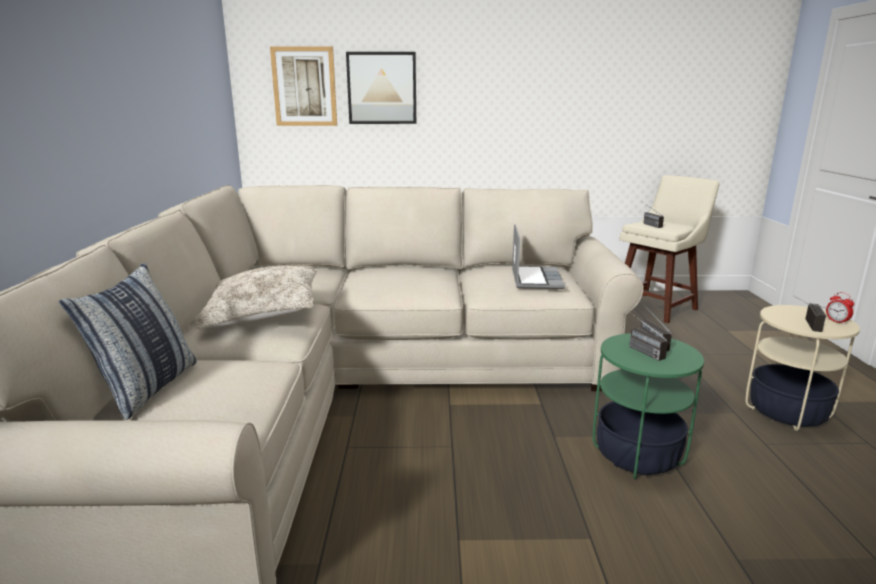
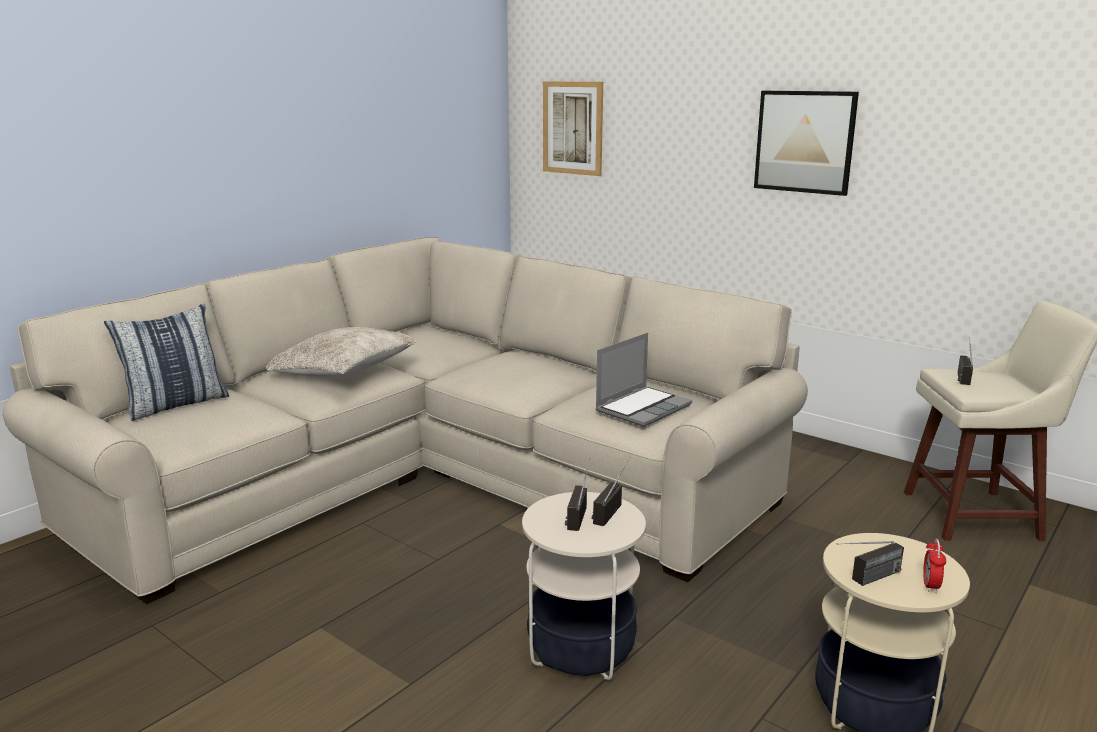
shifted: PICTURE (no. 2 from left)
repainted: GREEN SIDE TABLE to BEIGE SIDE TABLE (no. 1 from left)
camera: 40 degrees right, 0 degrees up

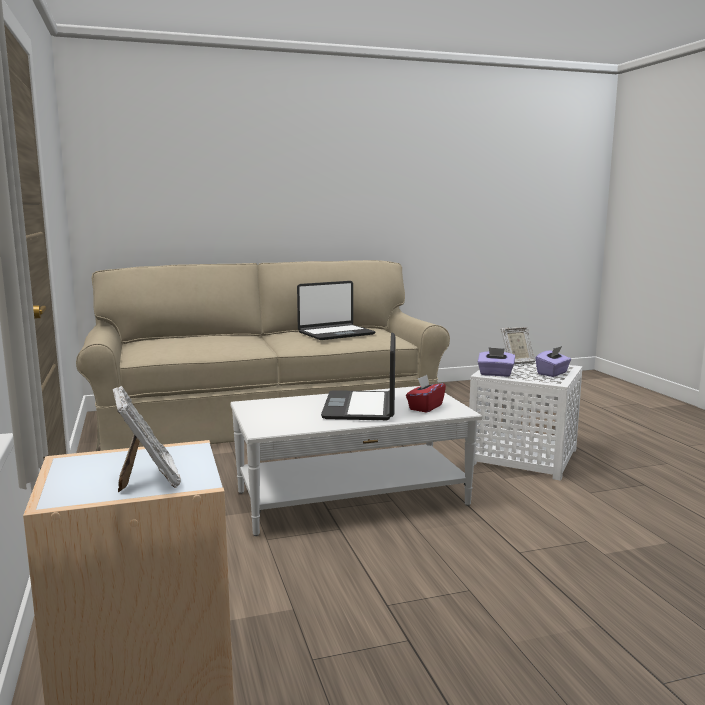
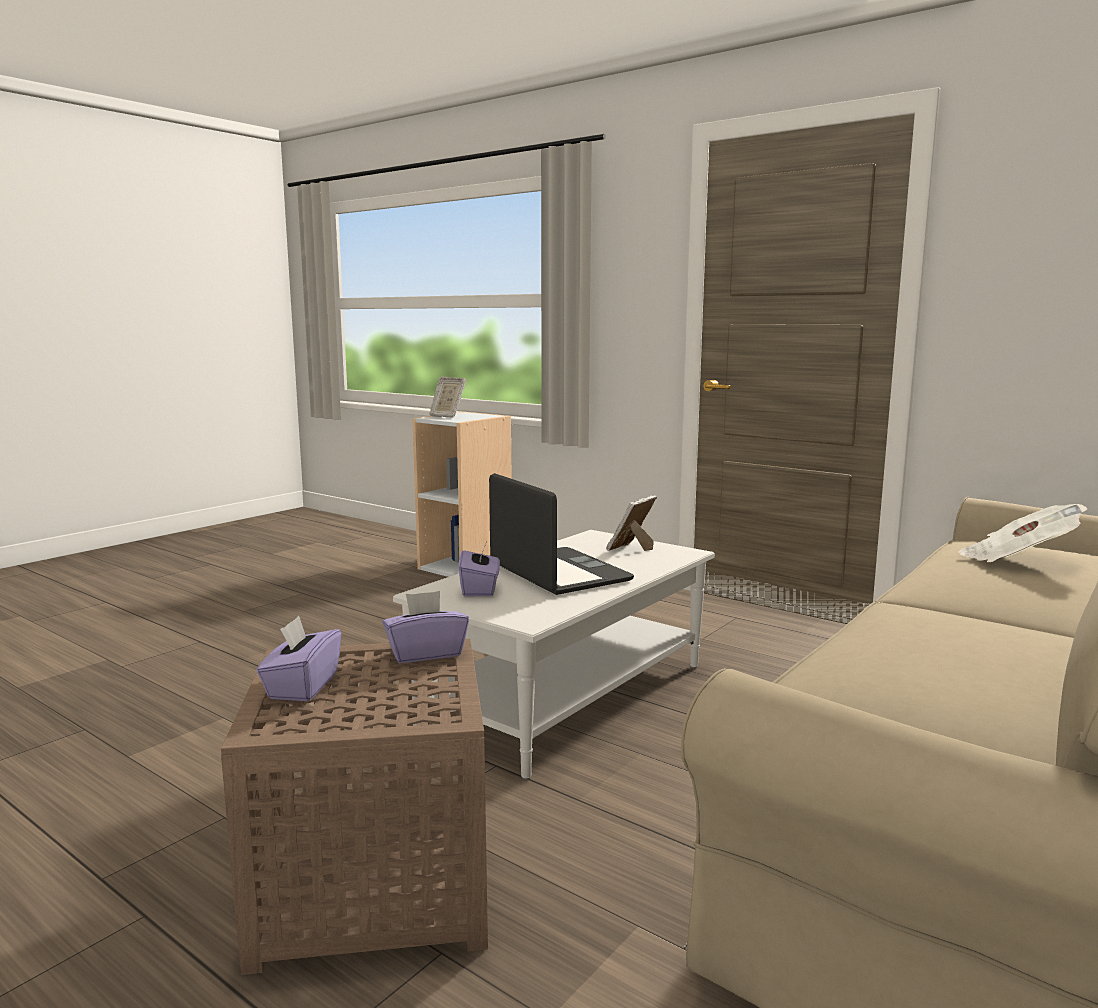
gone: LAPTOP (no. 1 from left)
new: NEWSPAPER
shifted: PICTURE FRAME (no. 2 from left)
repainted: RED TISSUE BOX to PURPLE TISSUE BOX (no. 3 from left); WHITE SIDE TABLE to BROWN SIDE TABLE
camera: 145 degrees right, 0 degrees up

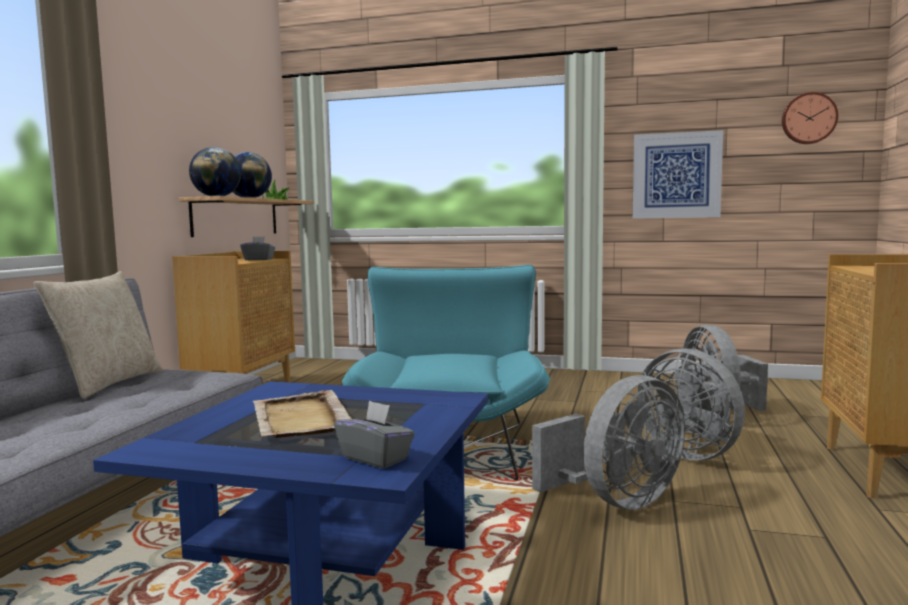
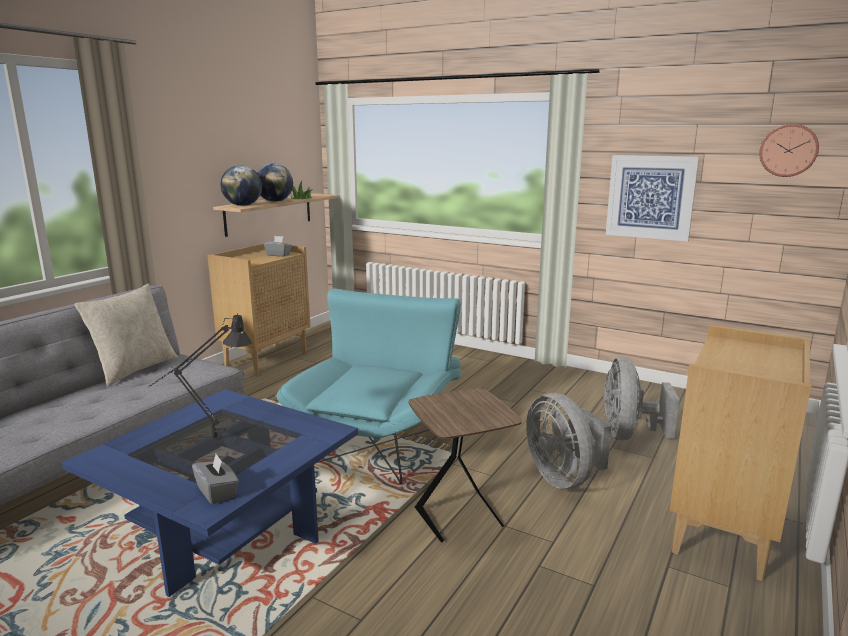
swapped: BEIGE TRAY to BLACK TABLE LAMP; GREY FAN (no. 1 from left) to BROWN SIDE TABLE
camera: 15 degrees right, 10 degrees up

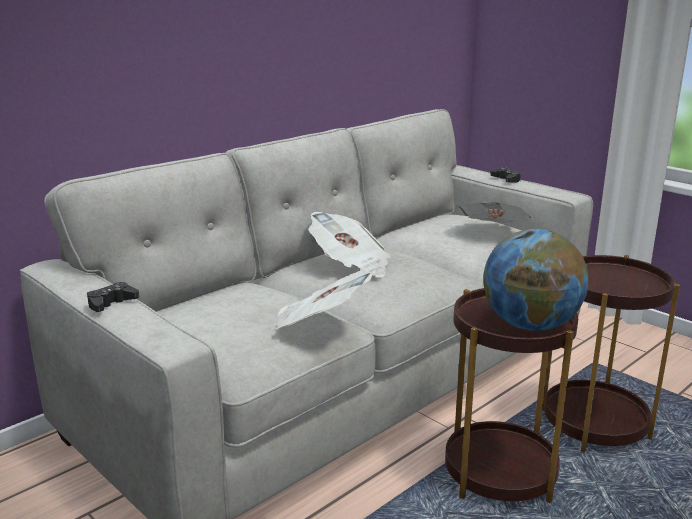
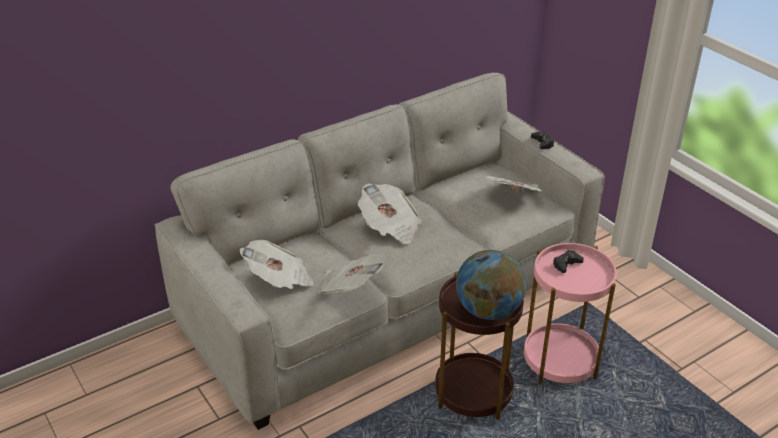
new: NEWSPAPER (no. 1 from left)
shifted: BLACK GAME CONTROLLER (no. 1 from left in the first image) to BLACK GAME CONTROLLER (no. 2 from left)
repainted: BROWN SIDE TABLE (no. 2 from left) to PINK SIDE TABLE
camera: 10 degrees right, 15 degrees up

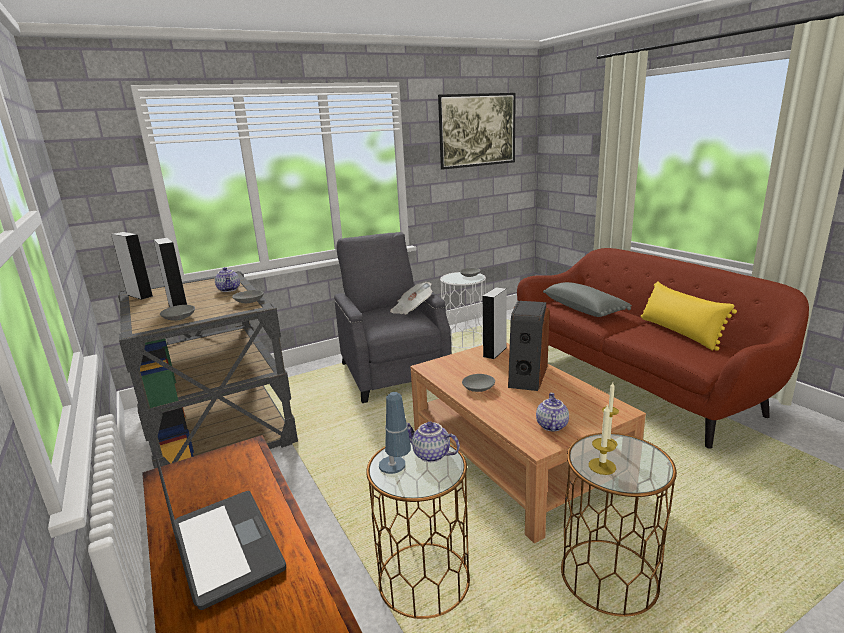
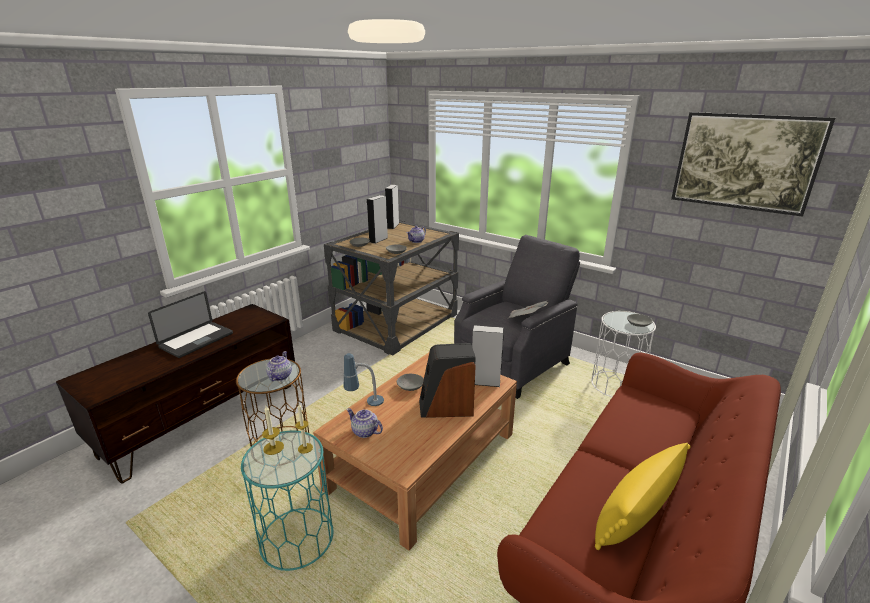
gone: GREY PILLOW
shifted: TABLE LAMP
repainted: BROWN SIDE TABLE (no. 2 from left) to TURQUOISE SIDE TABLE
rotated: TEAPOT (no. 3 from left in the first image) 135 degrees counterclockwise
camera: 65 degrees right, 5 degrees up

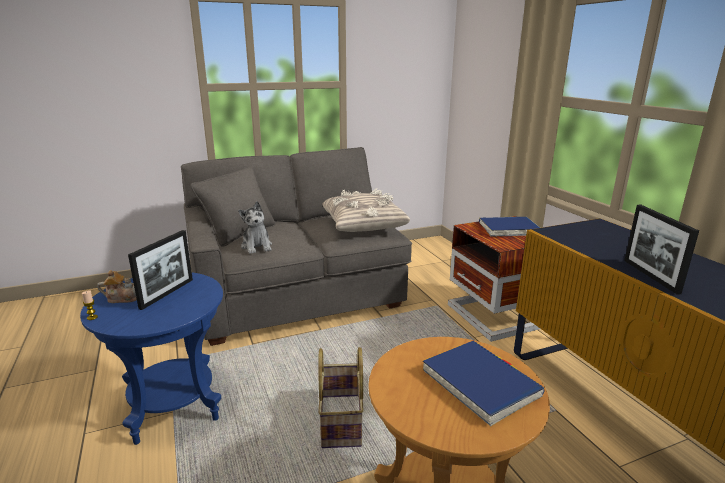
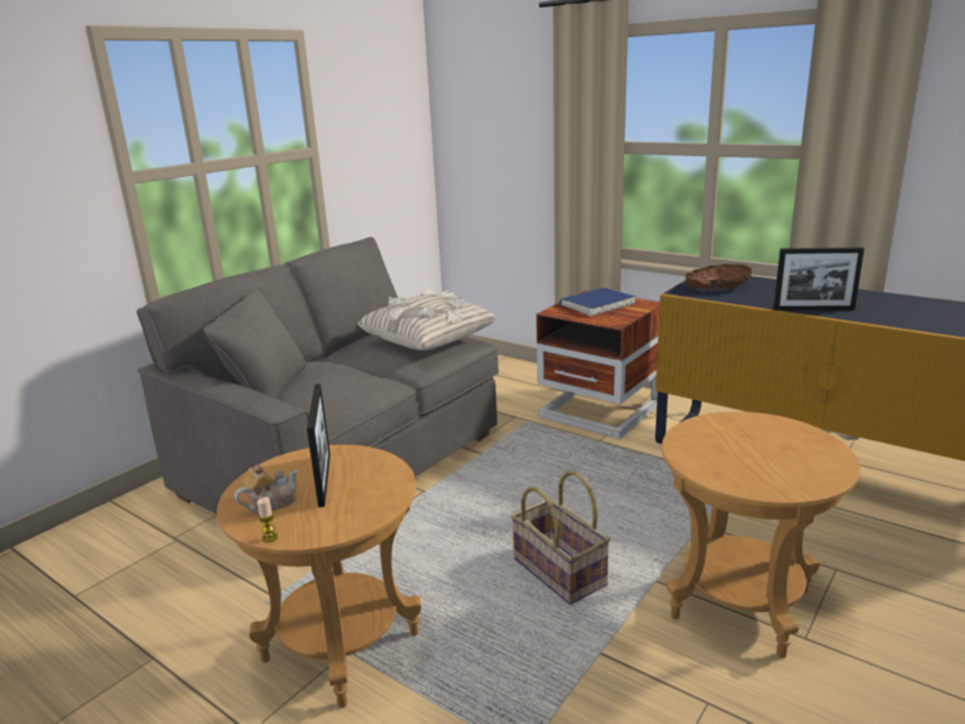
gone: PLUSH TOY; BLUE BOOK (no. 1 from left)
new: BROWN BOWL
repainted: BLUE SIDE TABLE to BROWN SIDE TABLE (no. 1 from left)
rotated: PICTURE FRAME (no. 2 from left) 45 degrees counterclockwise
camera: 30 degrees left, 0 degrees up

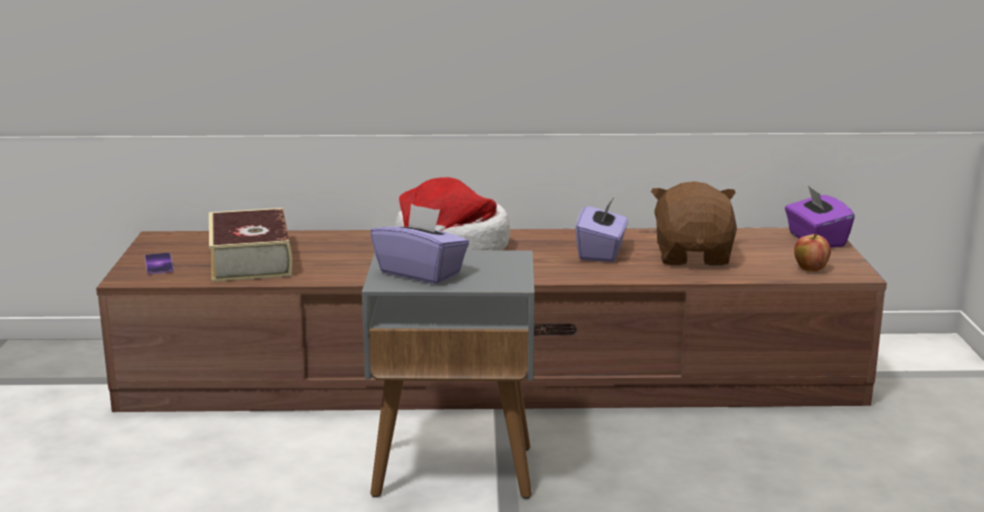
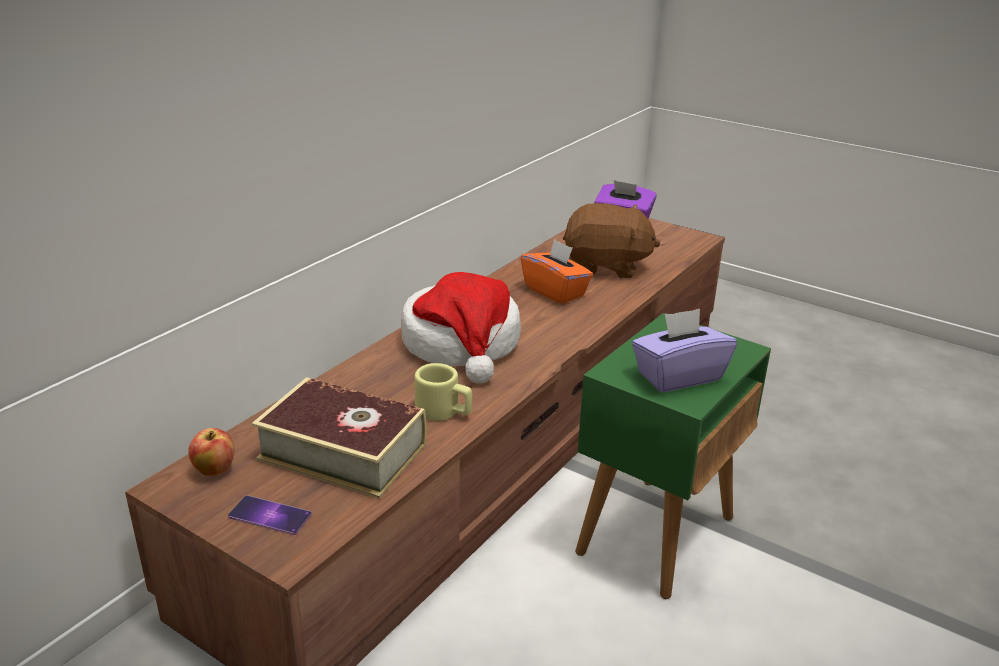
new: BEIGE MUG
shifted: APPLE
repainted: GREY SIDE TABLE to GREEN SIDE TABLE; PURPLE TISSUE BOX (no. 2 from left) to ORANGE TISSUE BOX
rotated: BROWN PLUSH TOY 150 degrees clockwise
camera: 55 degrees left, 10 degrees up

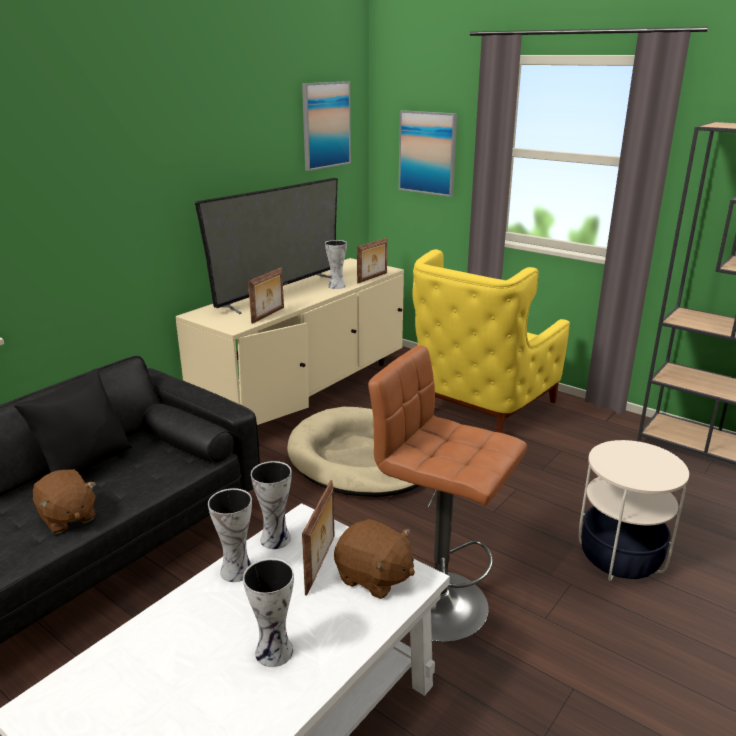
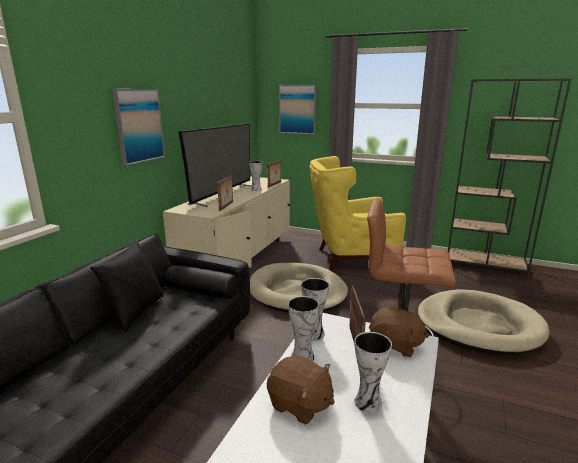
shifted: BROWN PLUSH TOY (no. 1 from left); PICTURE (no. 1 from left)
swapped: BEIGE SIDE TABLE to BEIGE DOG BED (no. 2 from left)
rotated: YELLOW ARMCHAIR 60 degrees clockwise
camera: 15 degrees left, 5 degrees down

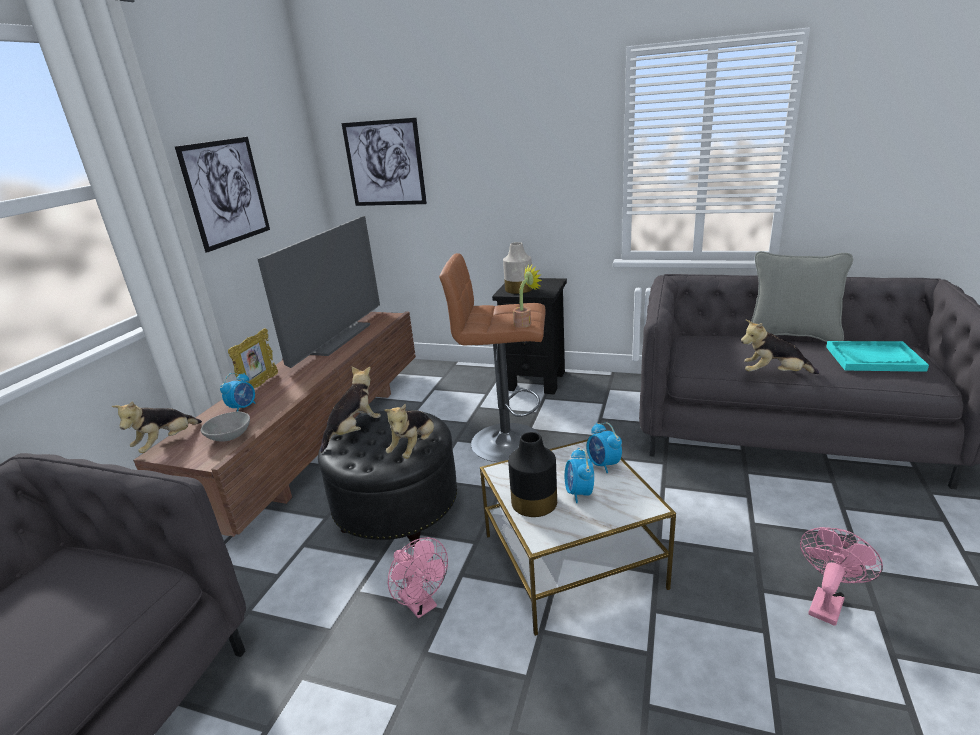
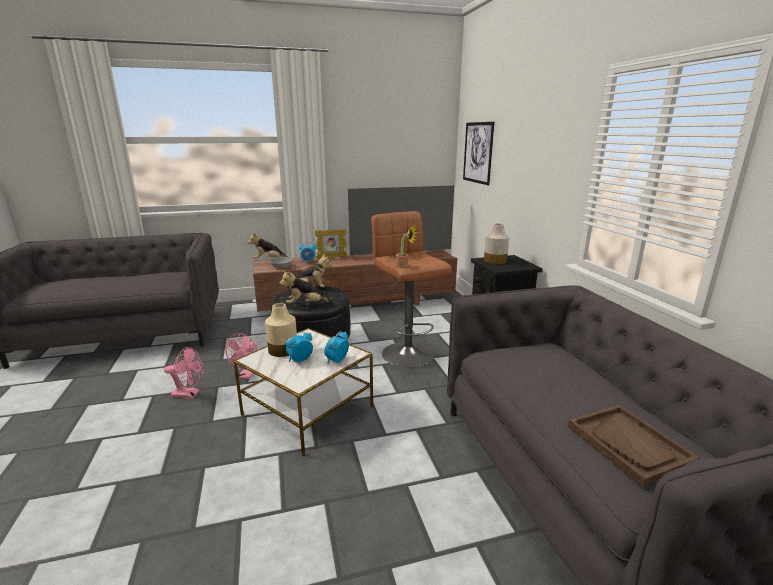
gone: PICTURE (no. 1 from left); PLUSH TOY (no. 4 from left); GREY PILLOW
shifted: PINK FAN (no. 2 from left in the first image) to PINK FAN (no. 1 from left)
repainted: BLACK VASE to BEIGE VASE (no. 1 from left); TURQUOISE TRAY to BROWN TRAY
camera: 55 degrees right, 5 degrees down

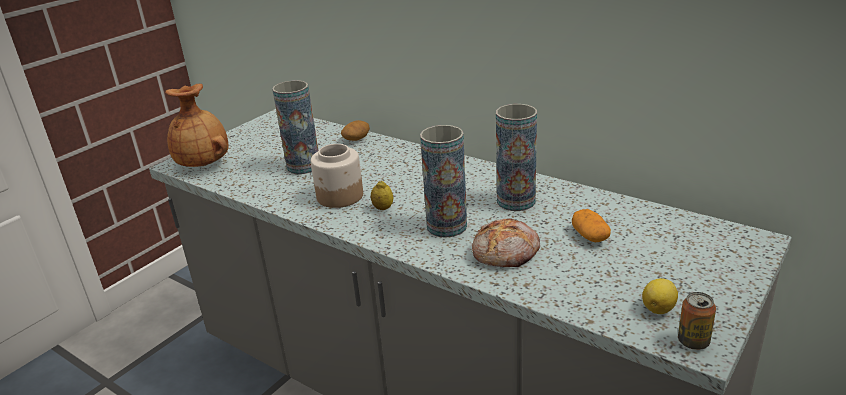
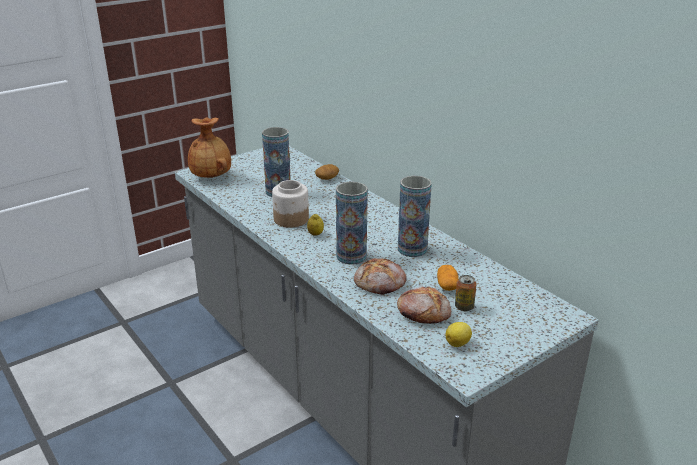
new: BREAD (no. 2 from left)
shifted: CAN
camera: 15 degrees right, 0 degrees up

